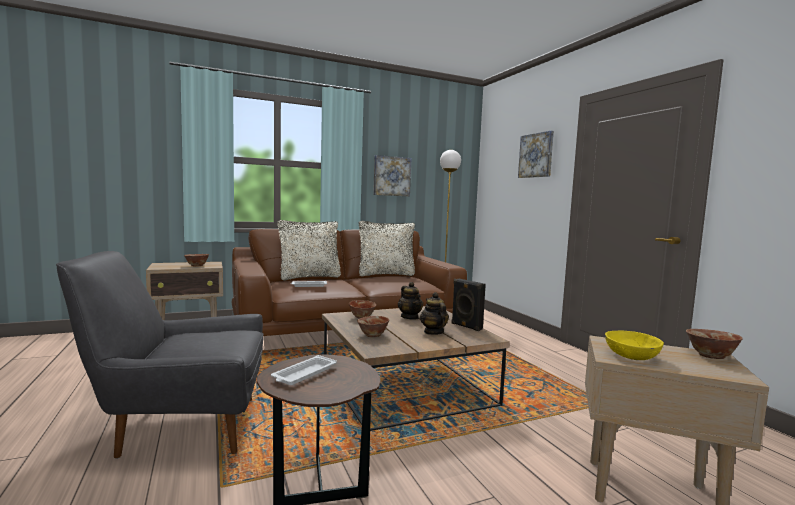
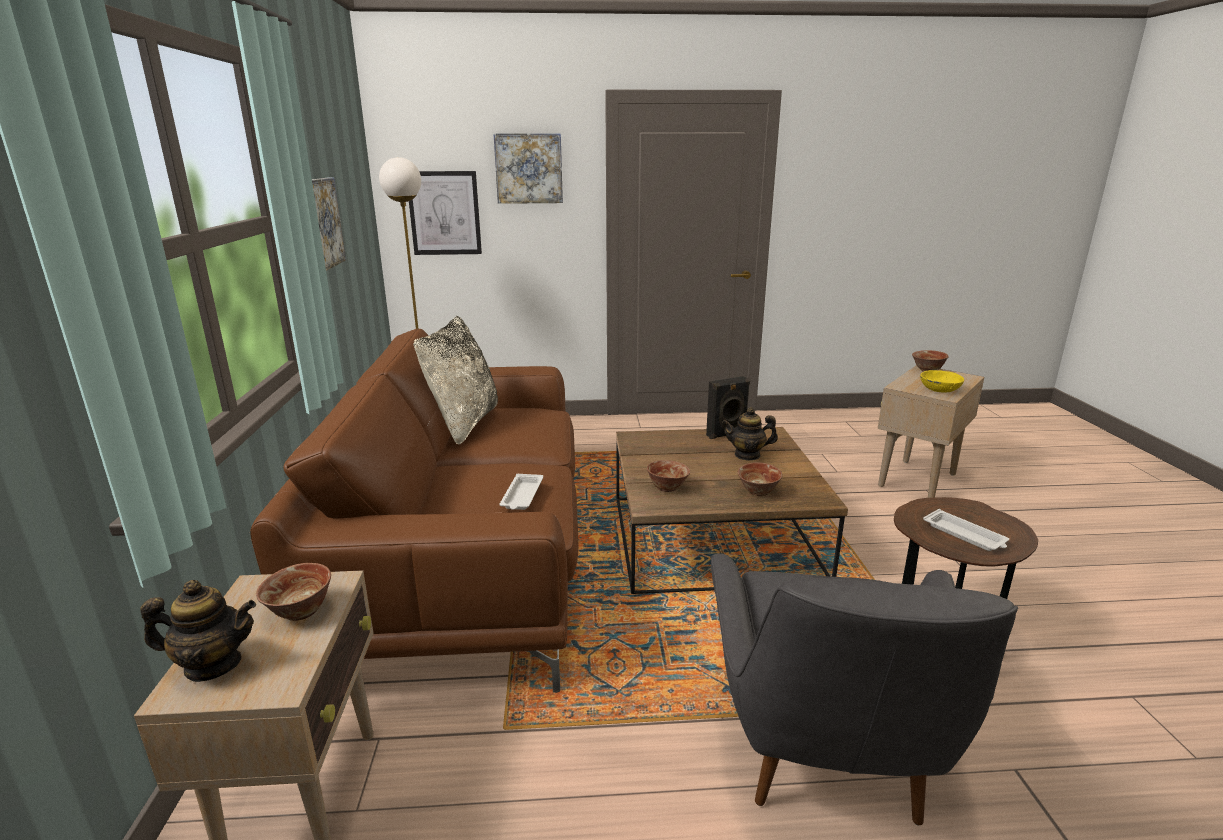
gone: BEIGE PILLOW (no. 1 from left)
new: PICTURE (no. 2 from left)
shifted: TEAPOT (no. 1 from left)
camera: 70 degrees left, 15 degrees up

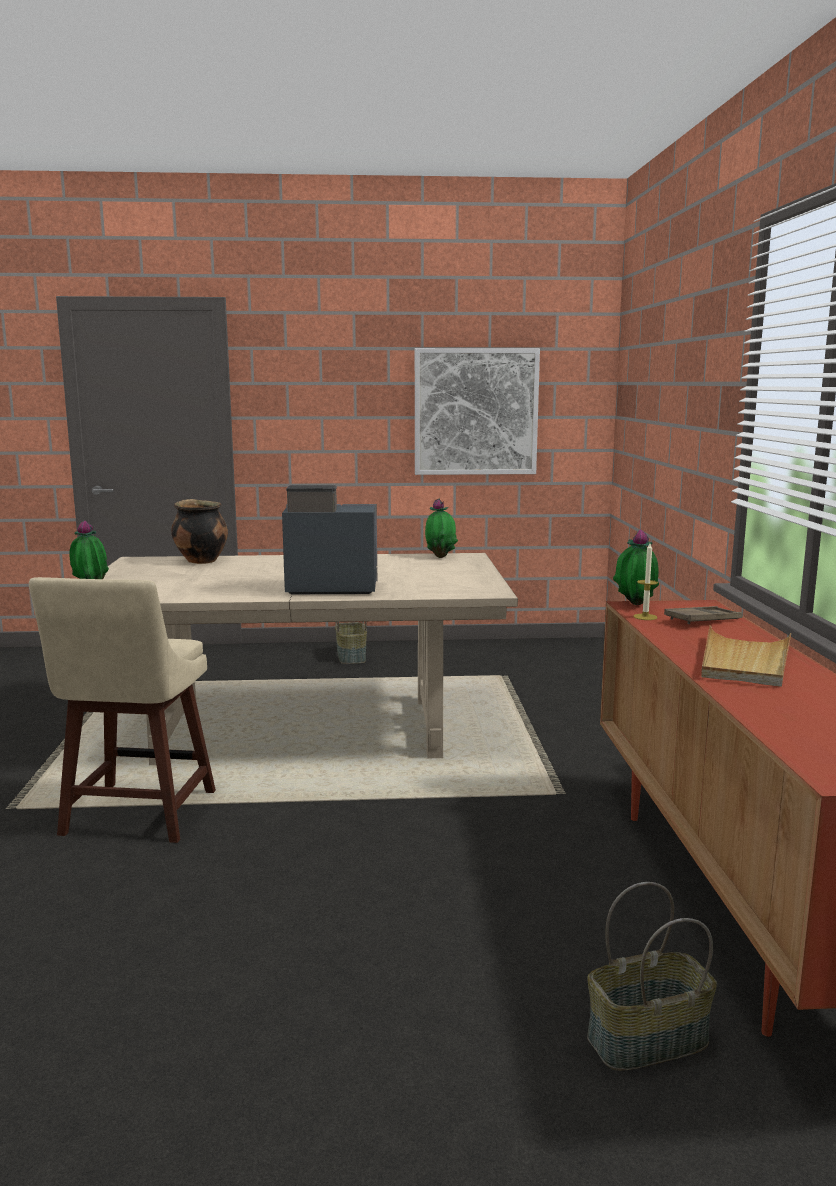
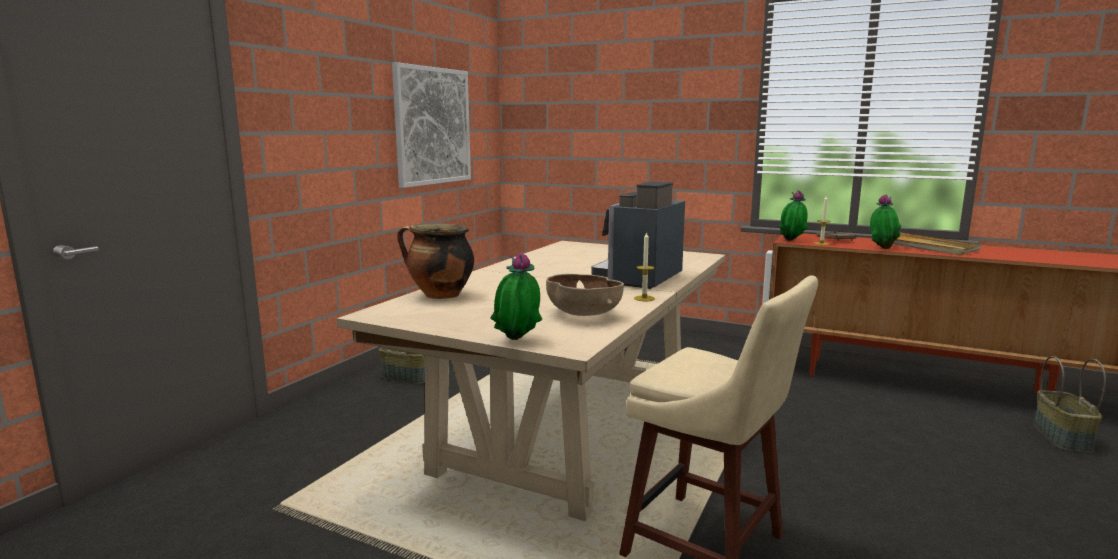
new: BROWN BOWL; CANDLE (no. 1 from left)
shifted: POTTED PLANT (no. 2 from left in the first image) to POTTED PLANT (no. 3 from left)
camera: 60 degrees left, 0 degrees up

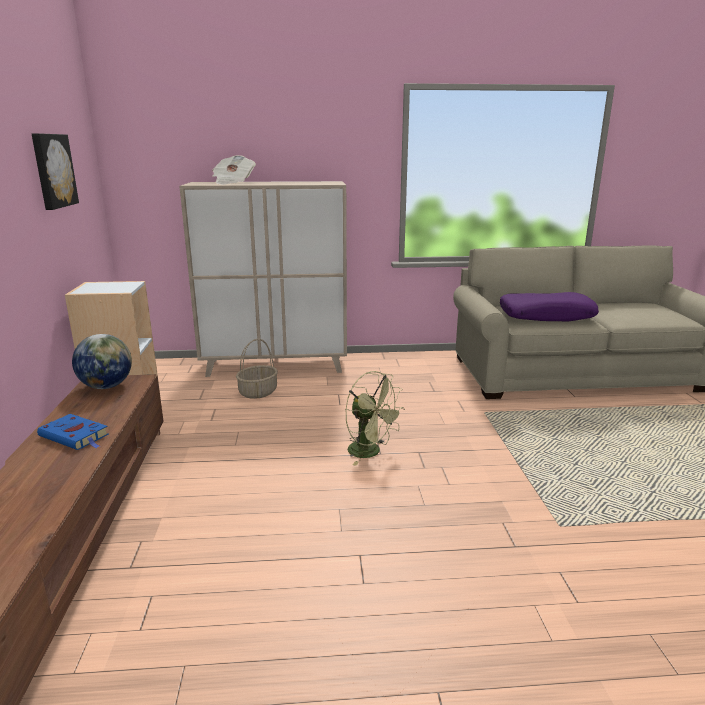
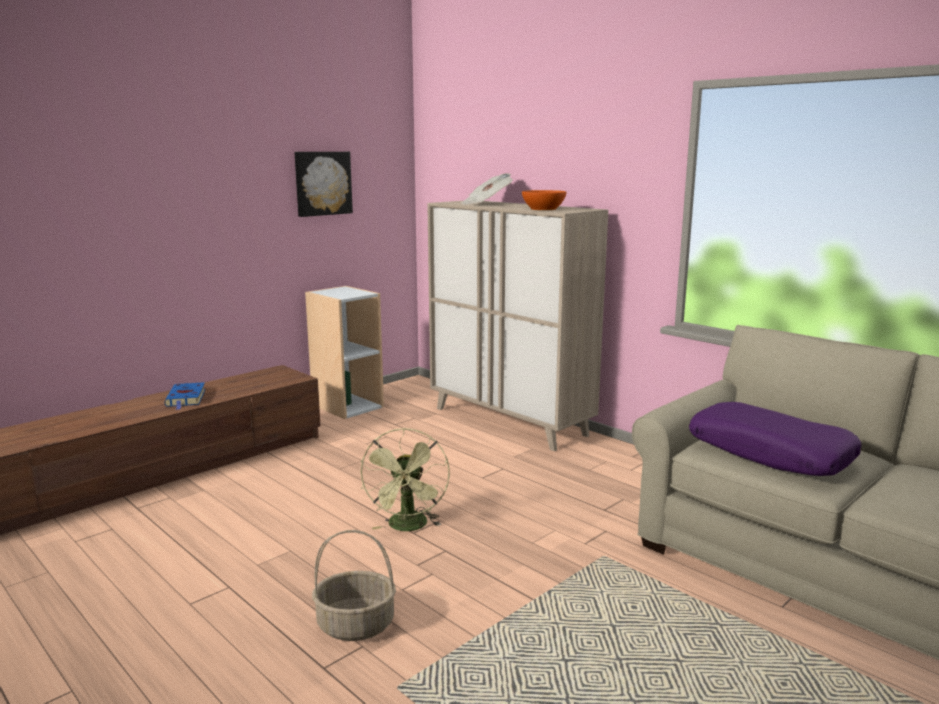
gone: GLOBE
new: ORANGE BOWL
shifted: BASKET
camera: 50 degrees right, 5 degrees down

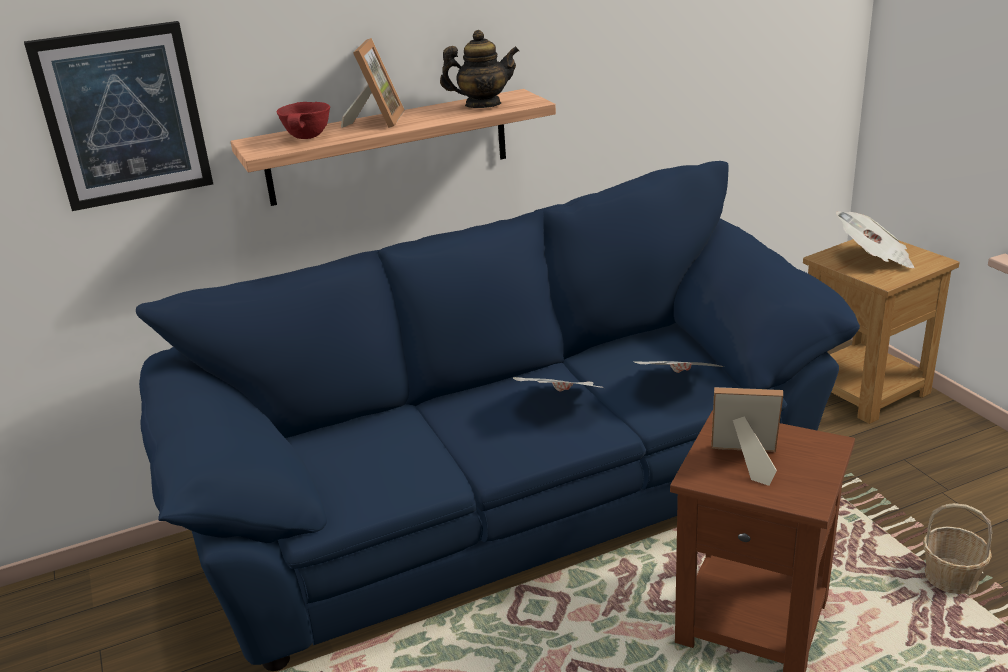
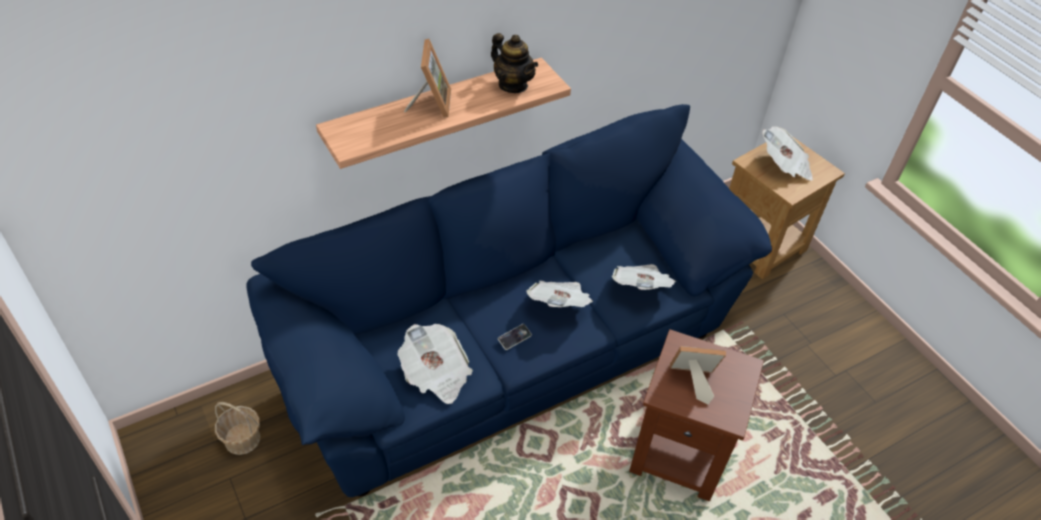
gone: PICTURE; RED BOWL
new: NEWSPAPER (no. 1 from left); PHONE
shifted: BASKET
rotated: TEAPOT 60 degrees clockwise
camera: 10 degrees left, 20 degrees up

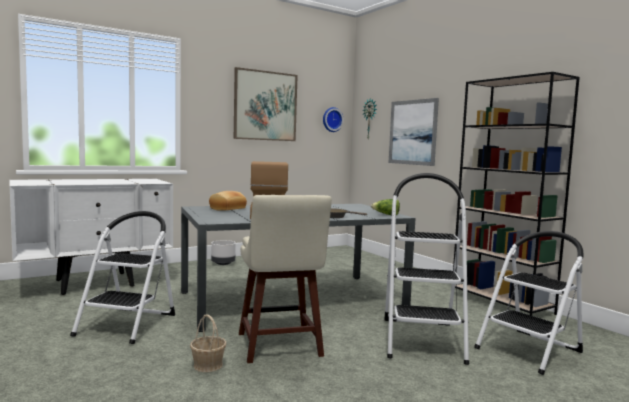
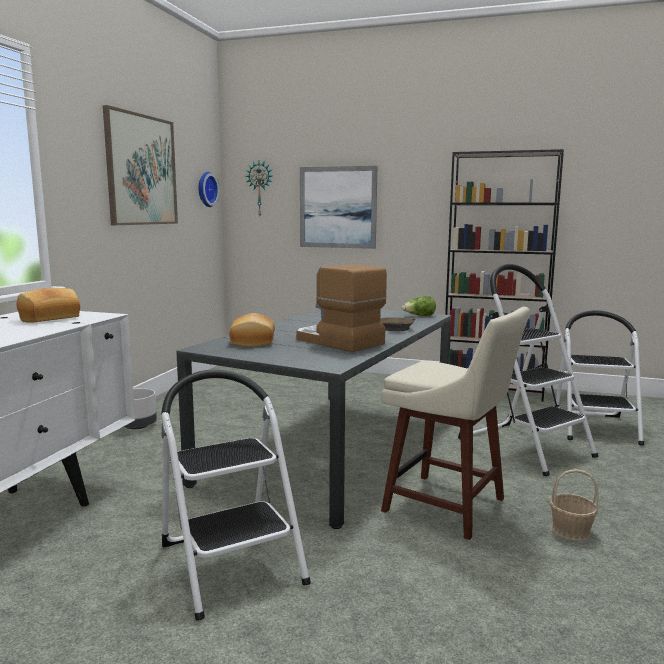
new: BREAD (no. 1 from left)
shifted: BASKET
camera: 40 degrees left, 5 degrees up

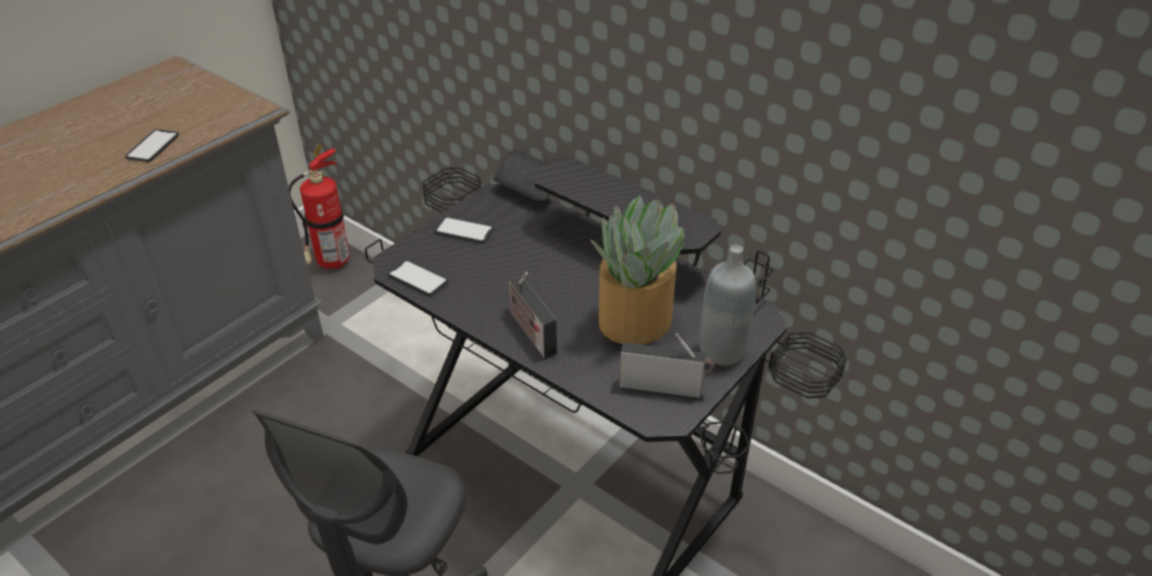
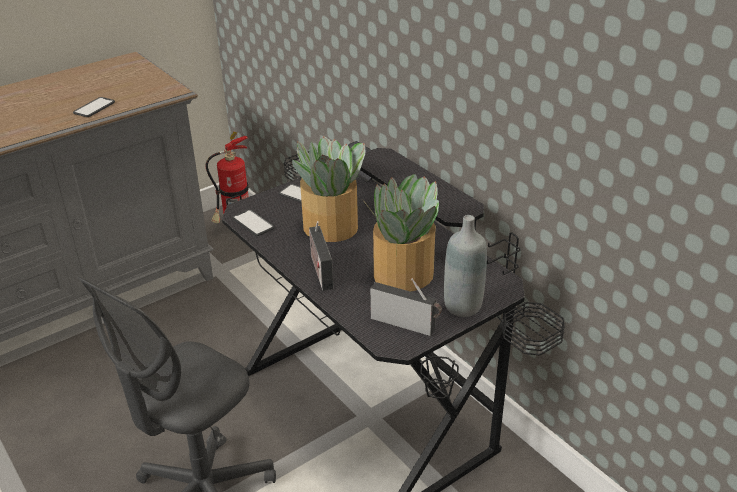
new: POTTED PLANT (no. 1 from left)
camera: 15 degrees right, 5 degrees down

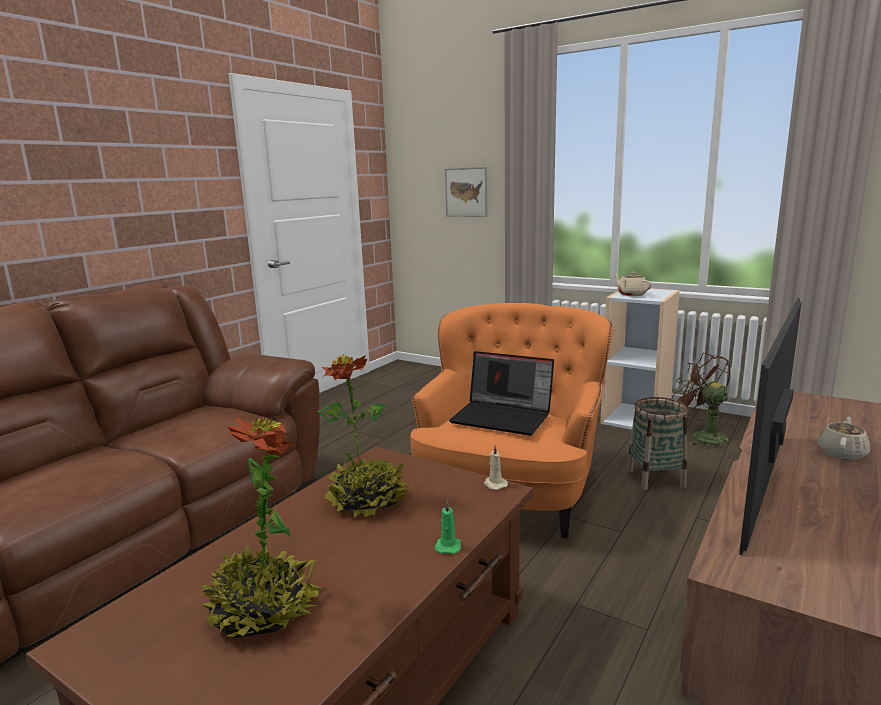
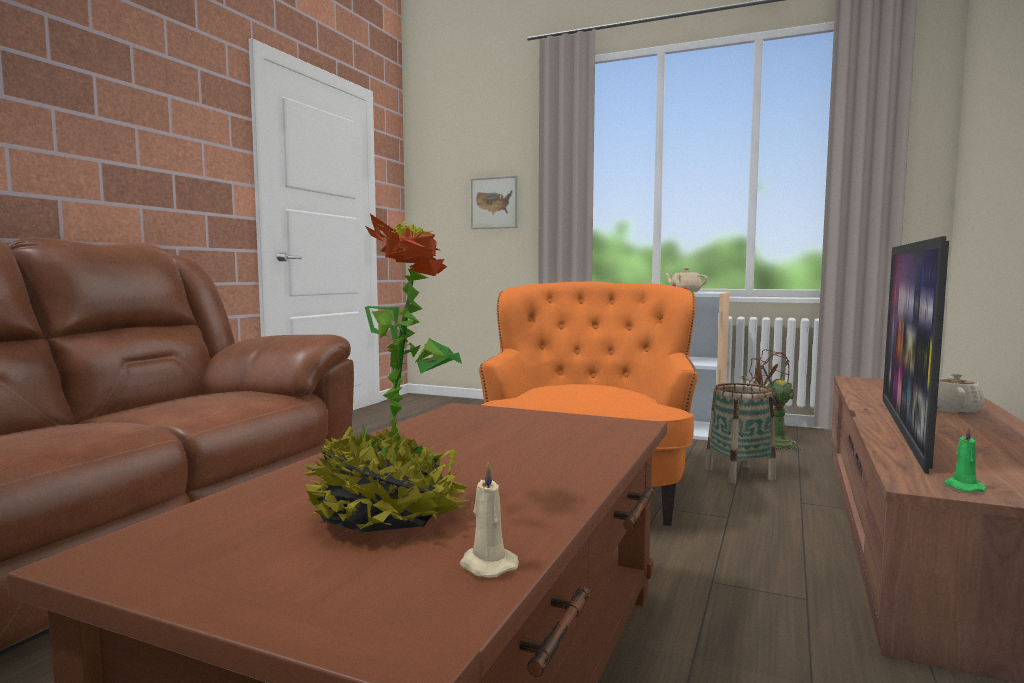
gone: POTTED PLANT (no. 2 from left); LAPTOP
shifted: GREEN CANDLE; BEIGE CANDLE
camera: 10 degrees left, 10 degrees down

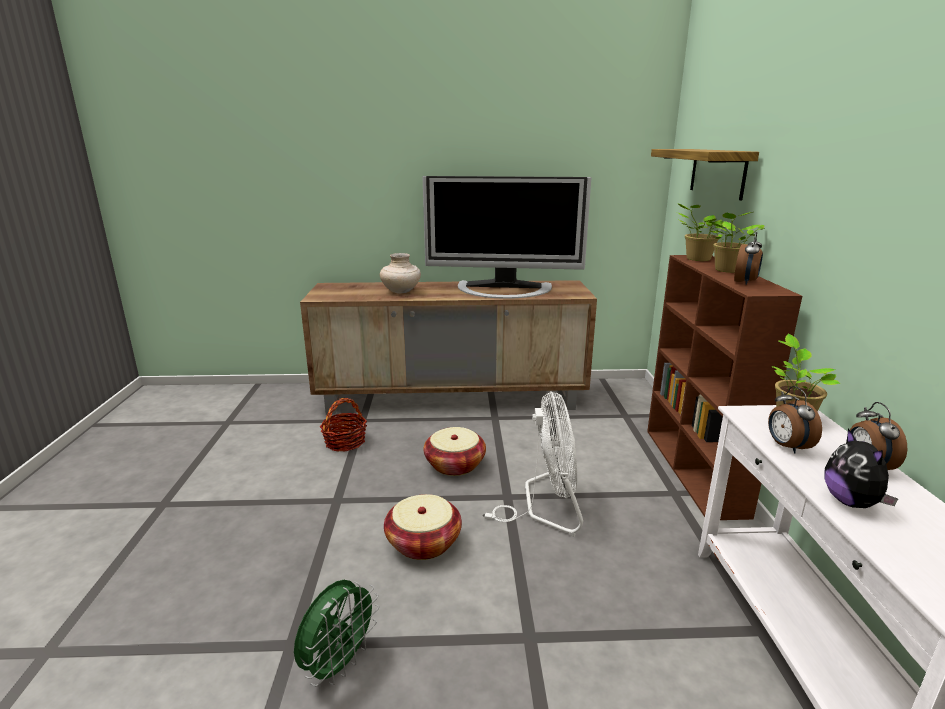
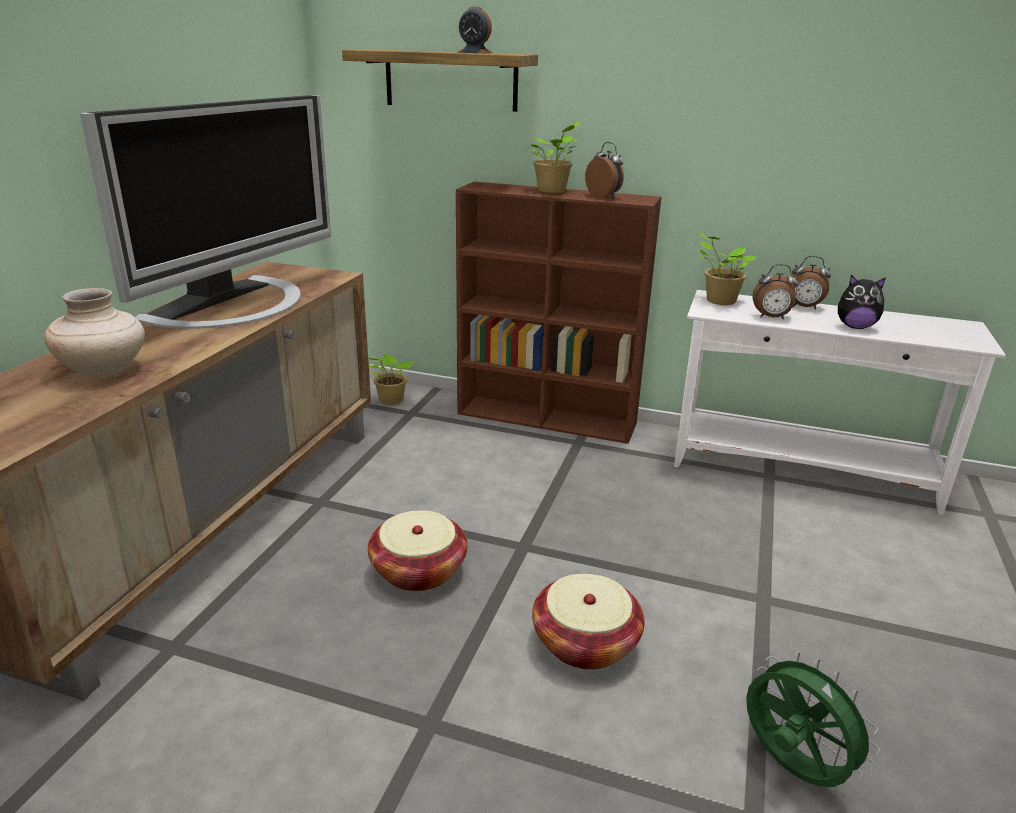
gone: BASKET (no. 1 from left); WHITE FAN
new: ALARM CLOCK (no. 1 from left)
shifted: POTTED PLANT (no. 1 from left)
camera: 70 degrees left, 5 degrees up

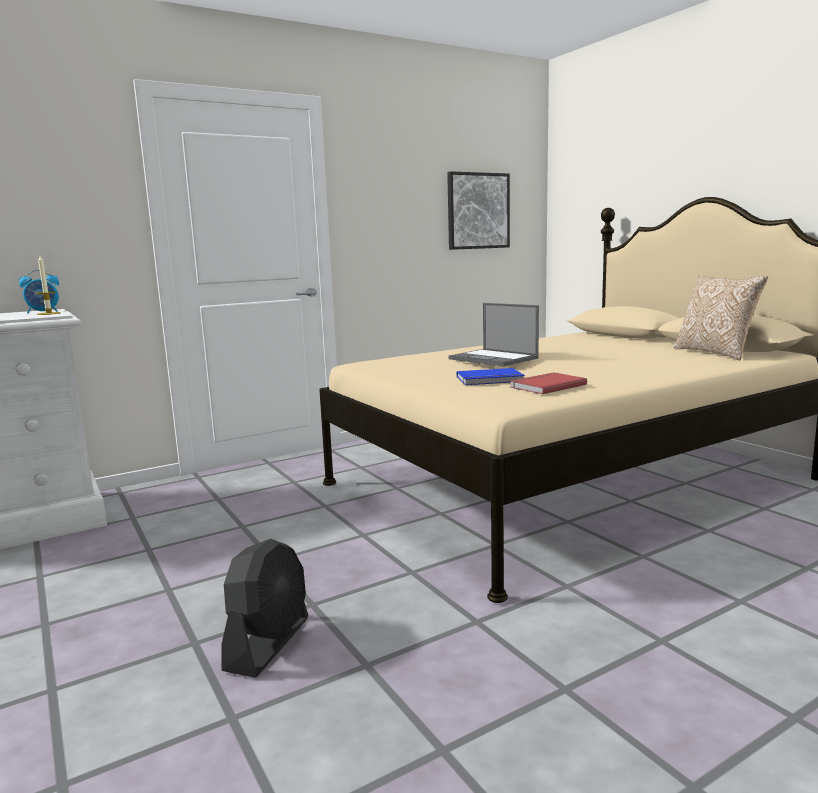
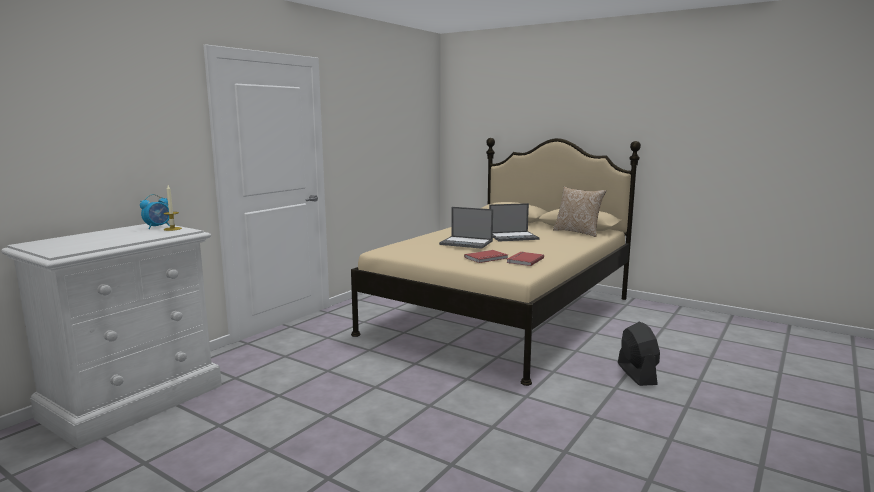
gone: PICTURE
new: LAPTOP (no. 2 from left)
shifted: BLACK FAN
repainted: BLUE BOOK to RED BOOK (no. 1 from left)
camera: 25 degrees left, 0 degrees up

